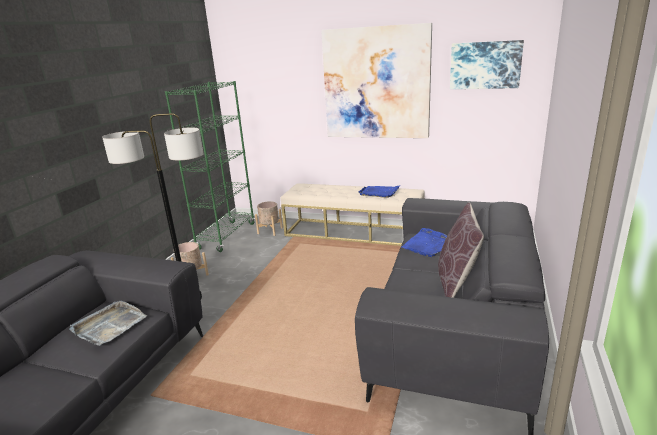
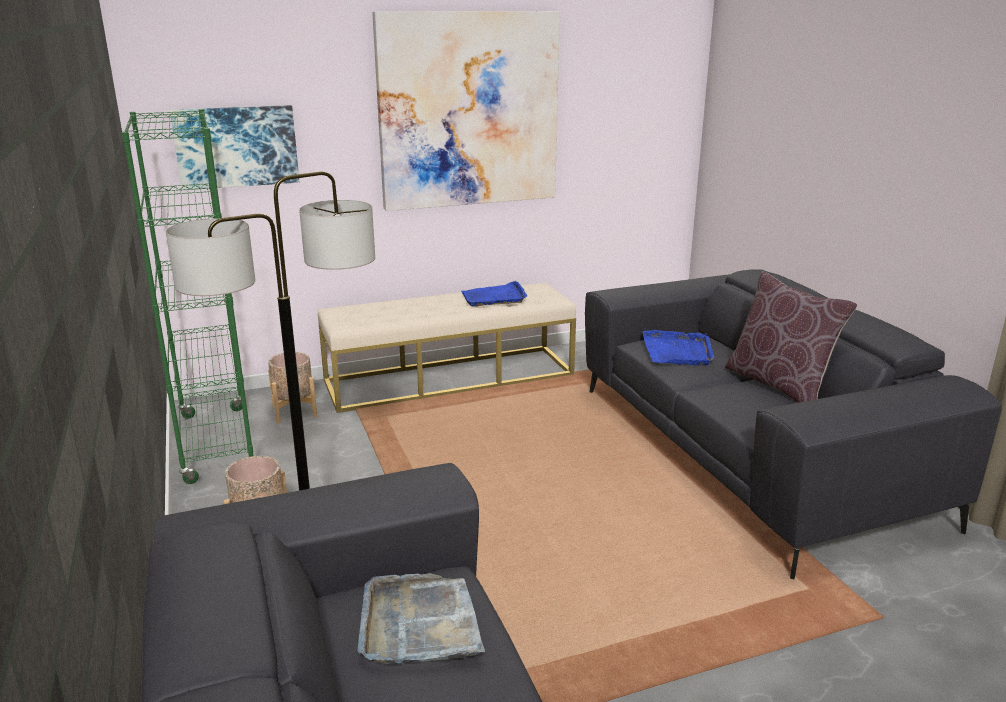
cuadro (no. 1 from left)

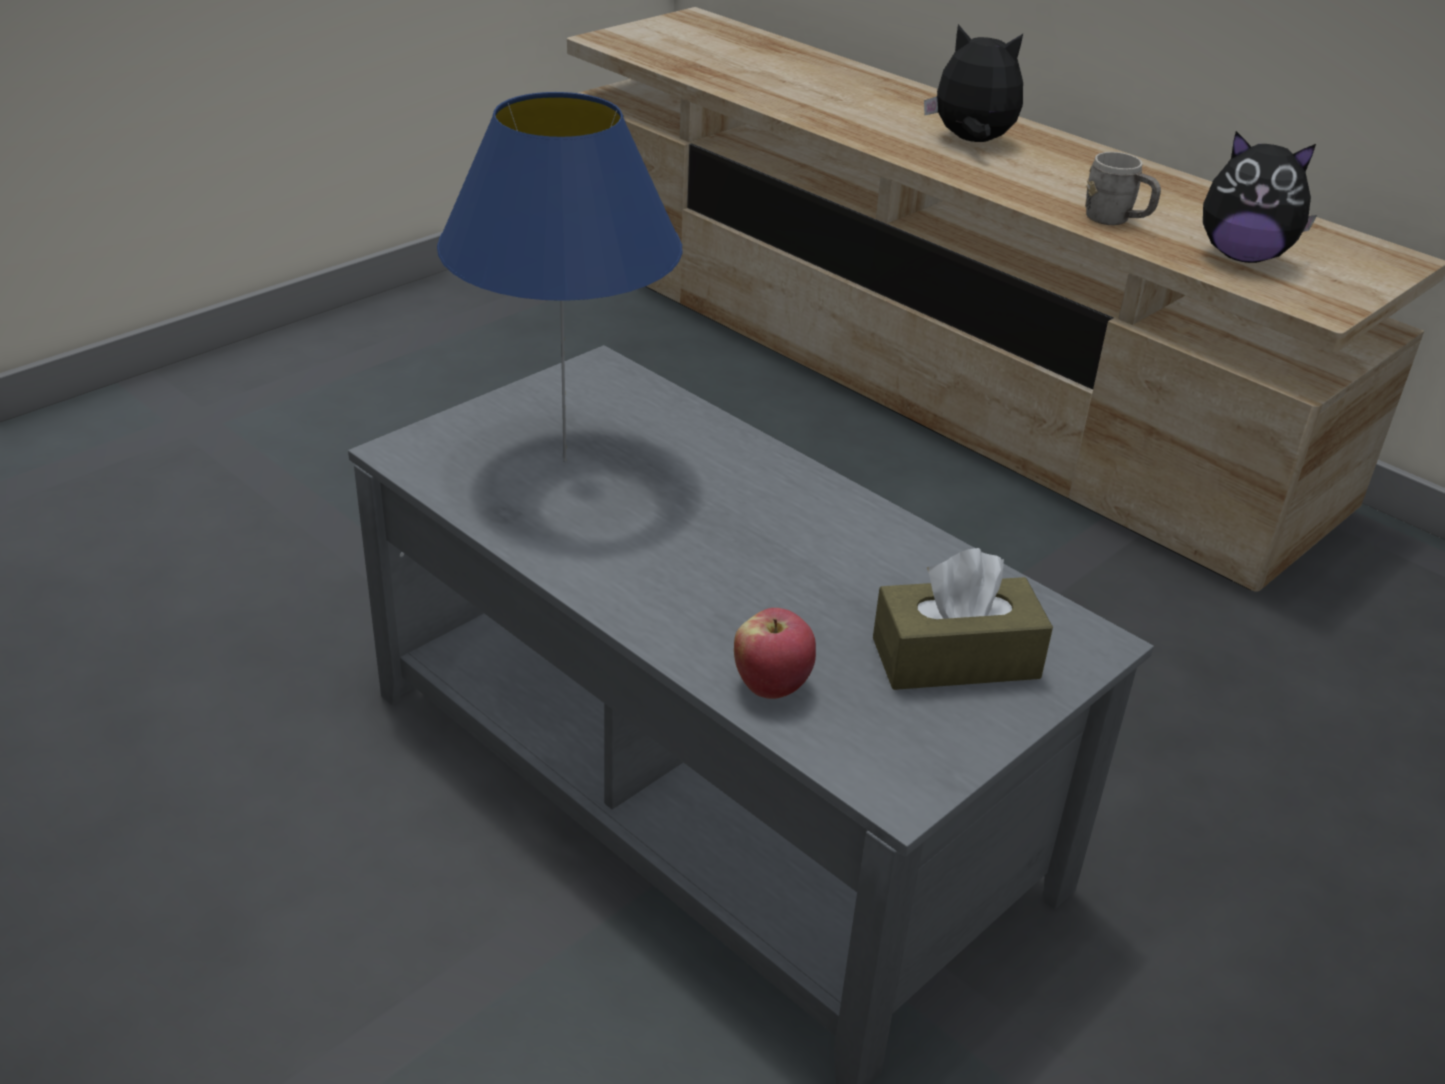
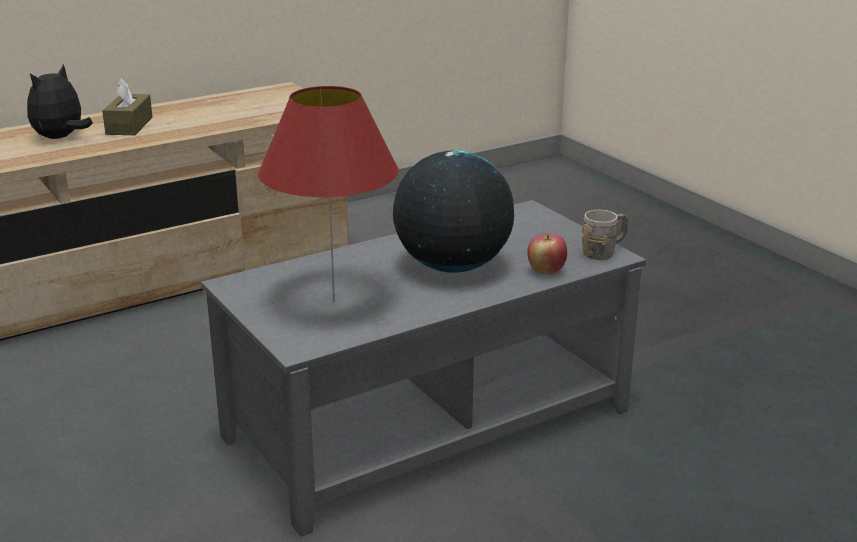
peluche (no. 2 from left in the first image); globo terráqueo; caja de pañuelos (marrón); taza grande (gris); lámpara de mesa (rojo)

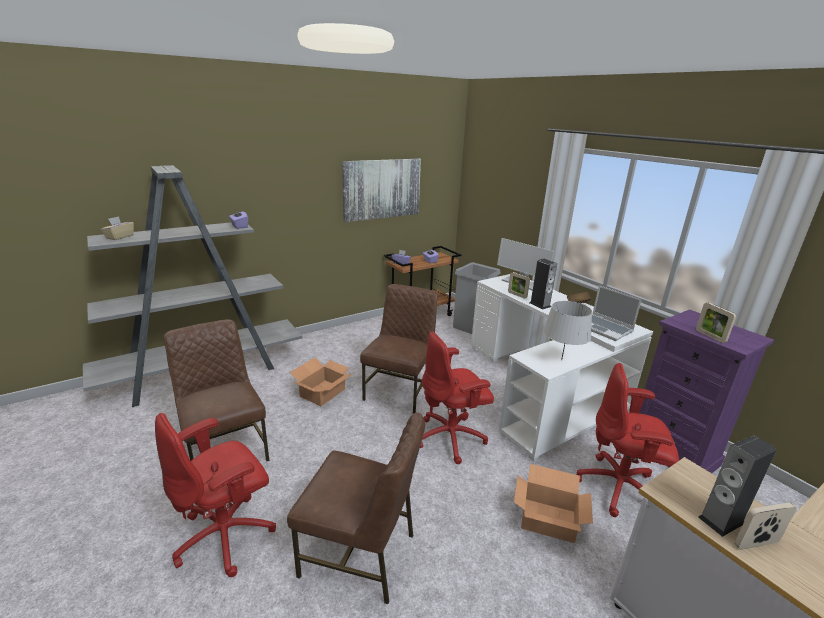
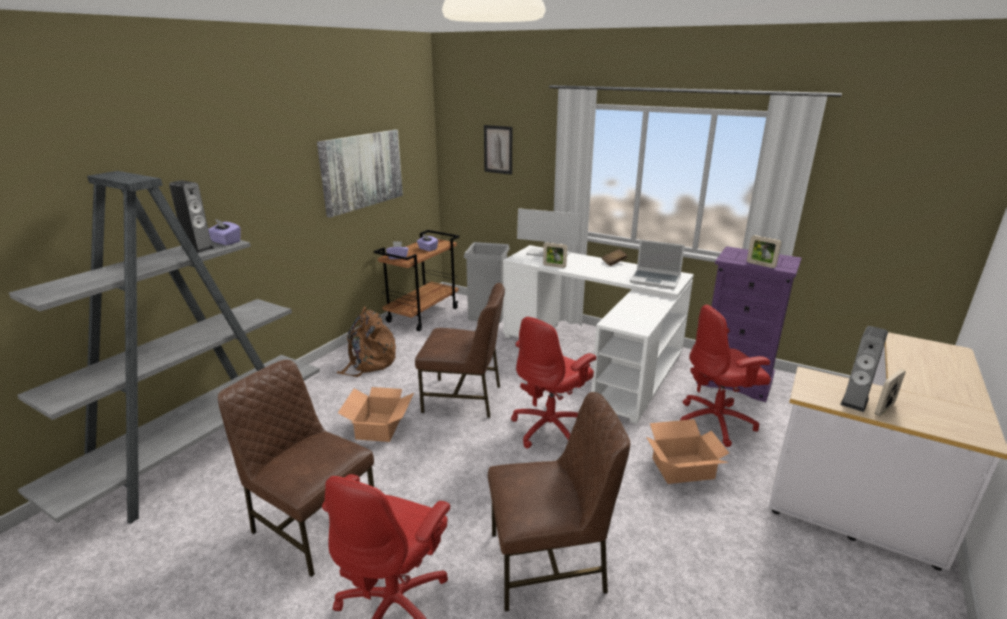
caja de pañuelos (beis); lámpara de mesa (gris); mochila (marrón); cuadro (no. 2 from left); altavoz (no. 1 from left); silla (marrón) (no. 2 from left)

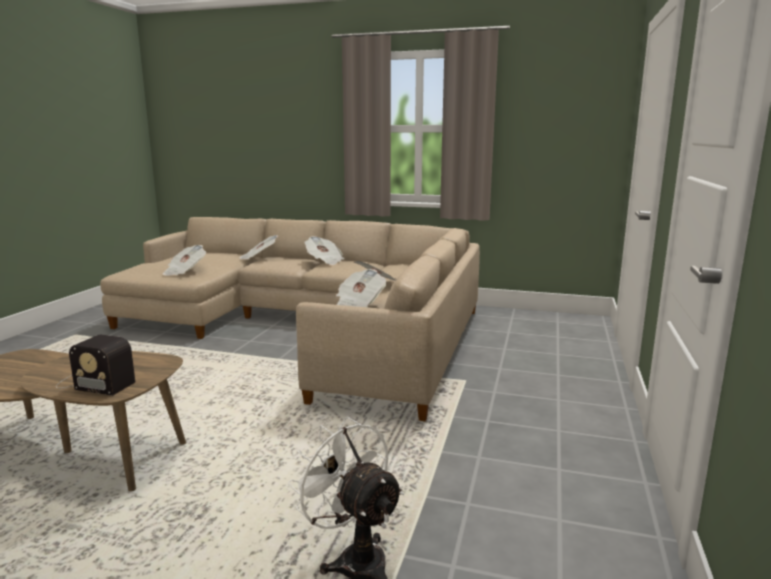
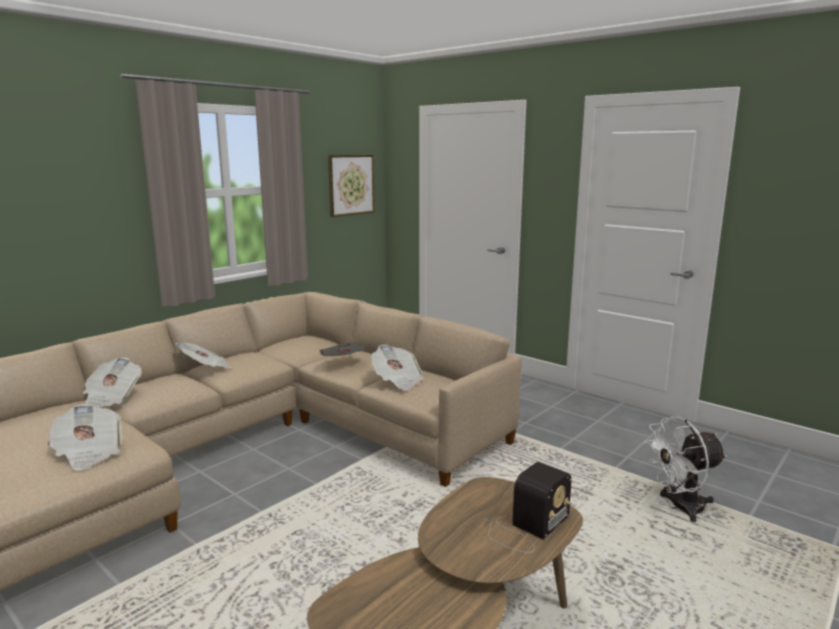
cuadro

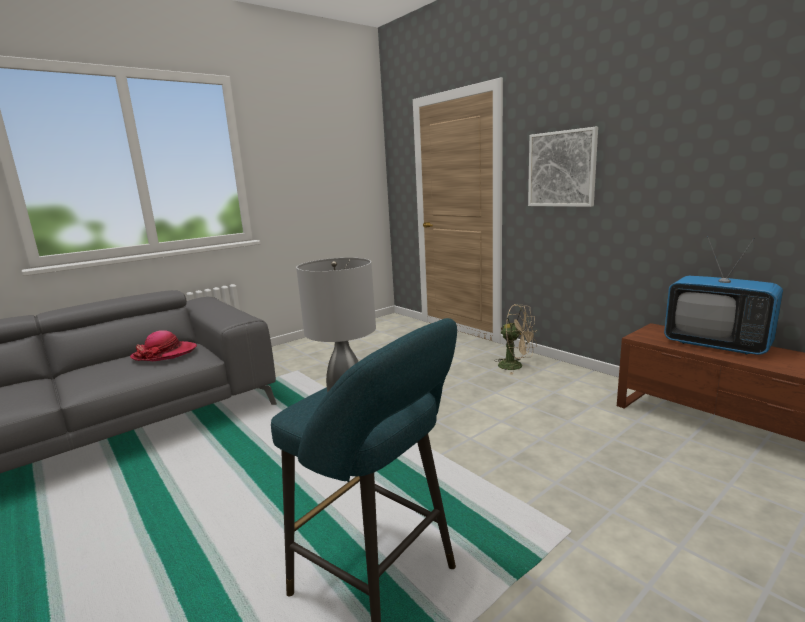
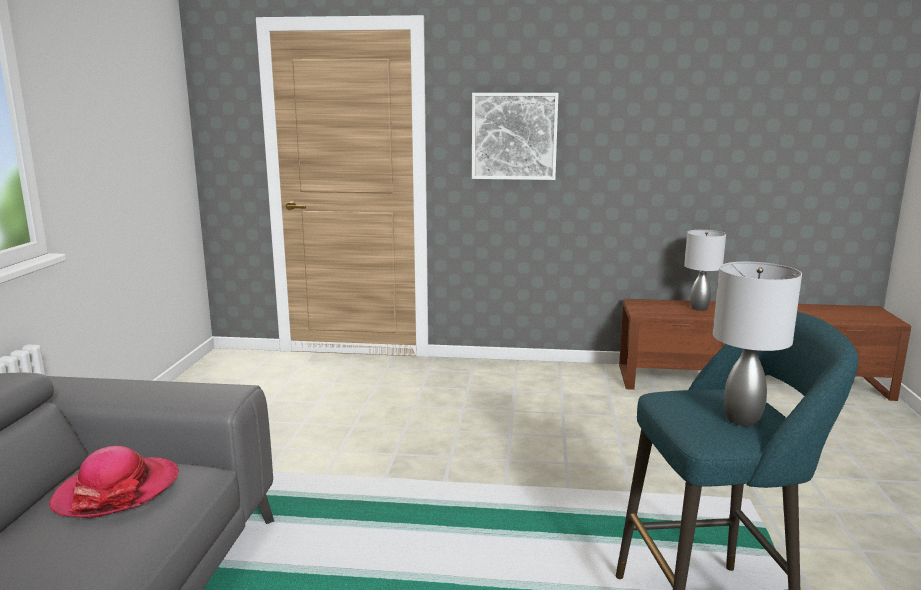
ventilador (beis); lámpara de mesa (gris) (no. 1 from left)

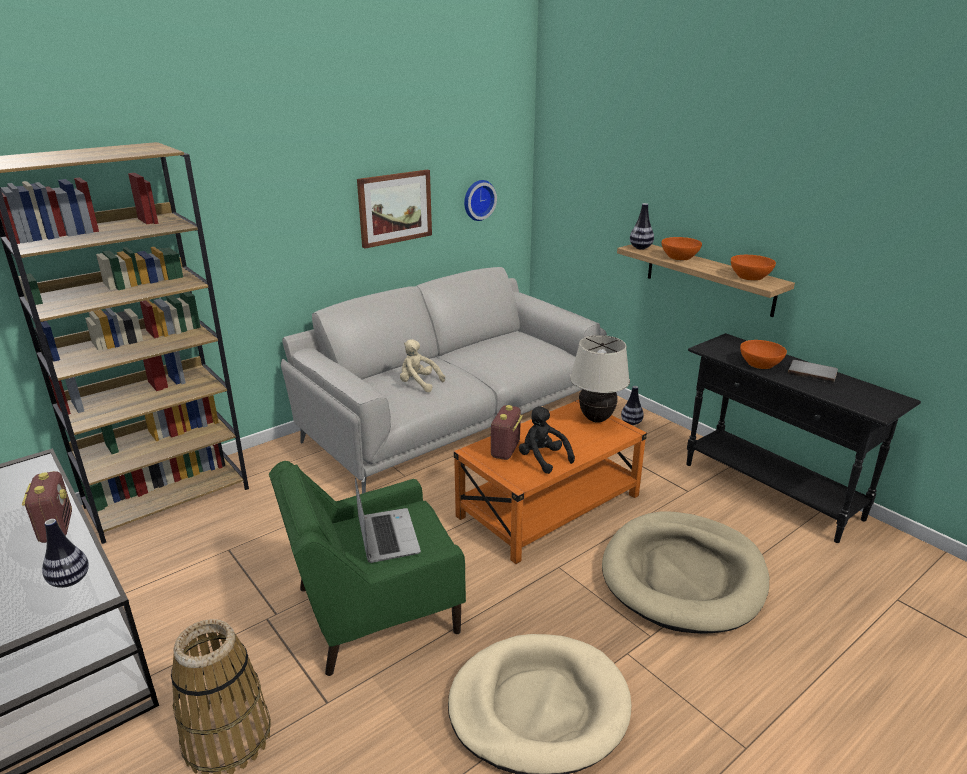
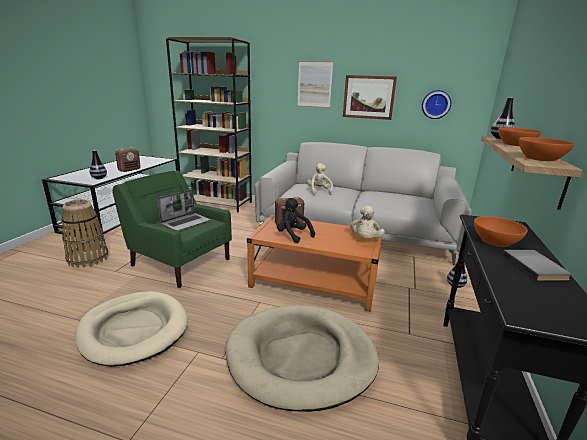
cuadro (no. 1 from left); peluche (beis) (no. 2 from left); peluche (negro)

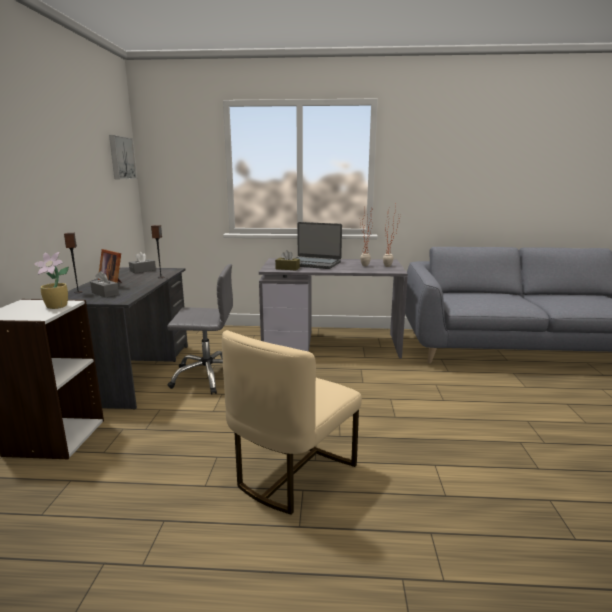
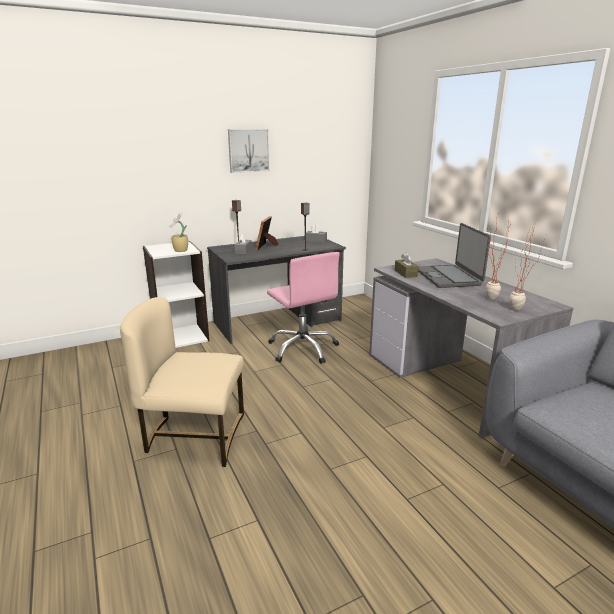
cuadro; silla de oficina (rosa)

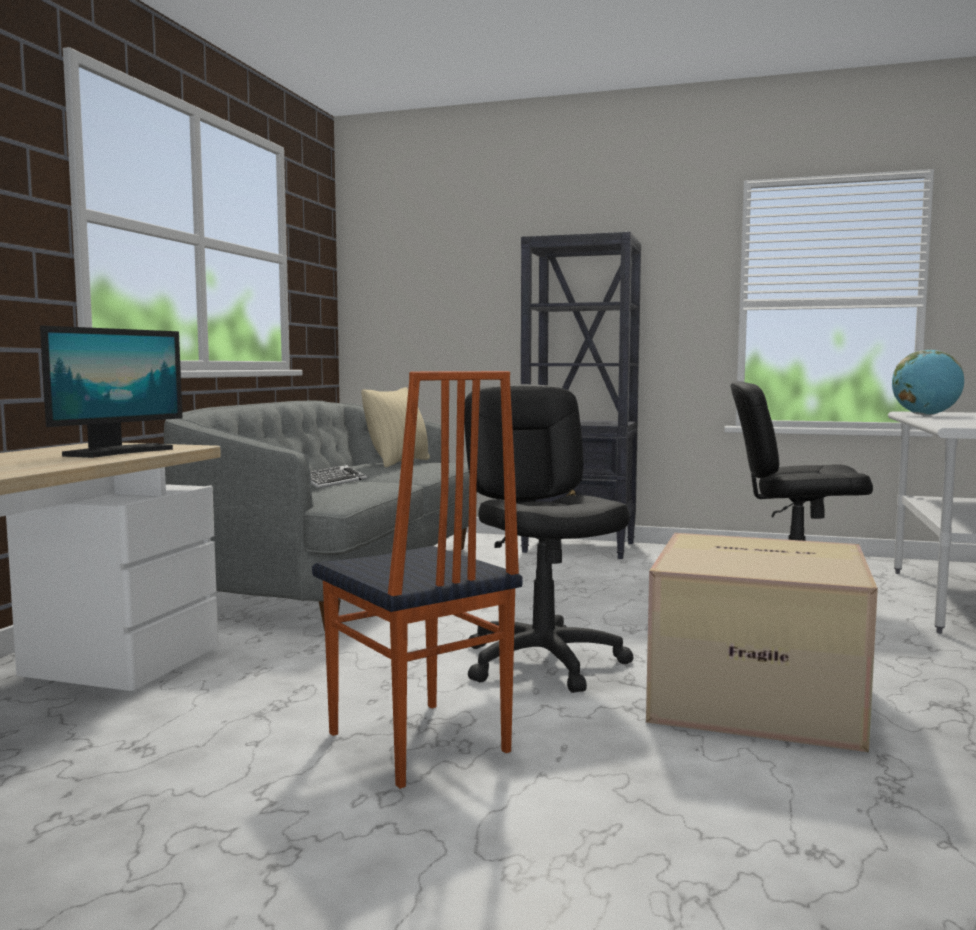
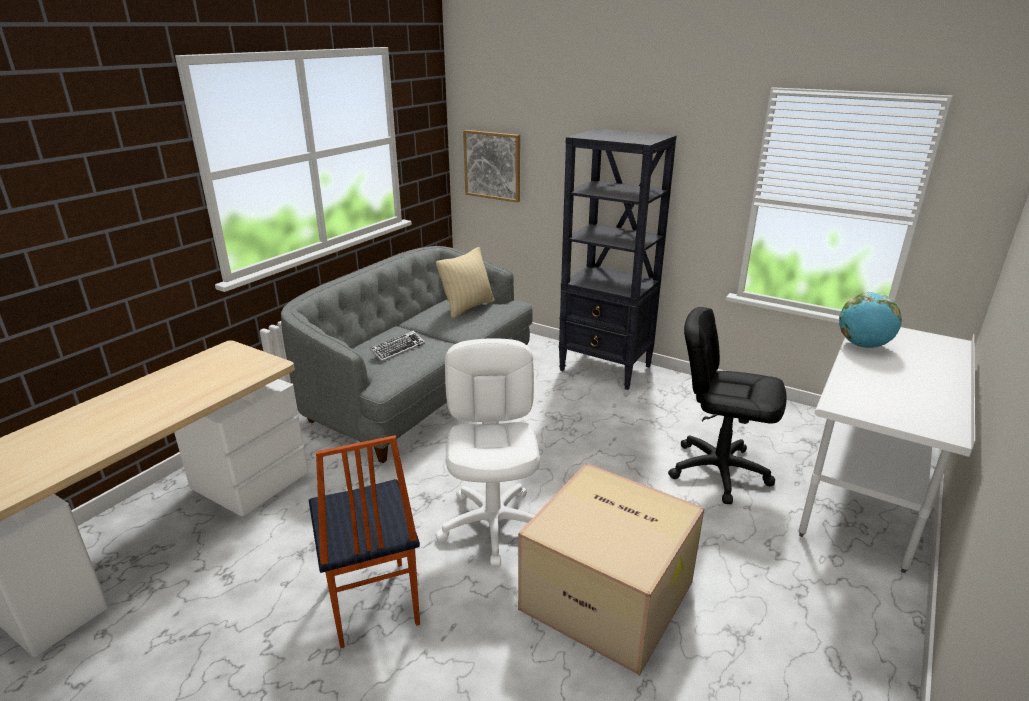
monitor; cuadro; silla de oficina (blanco)

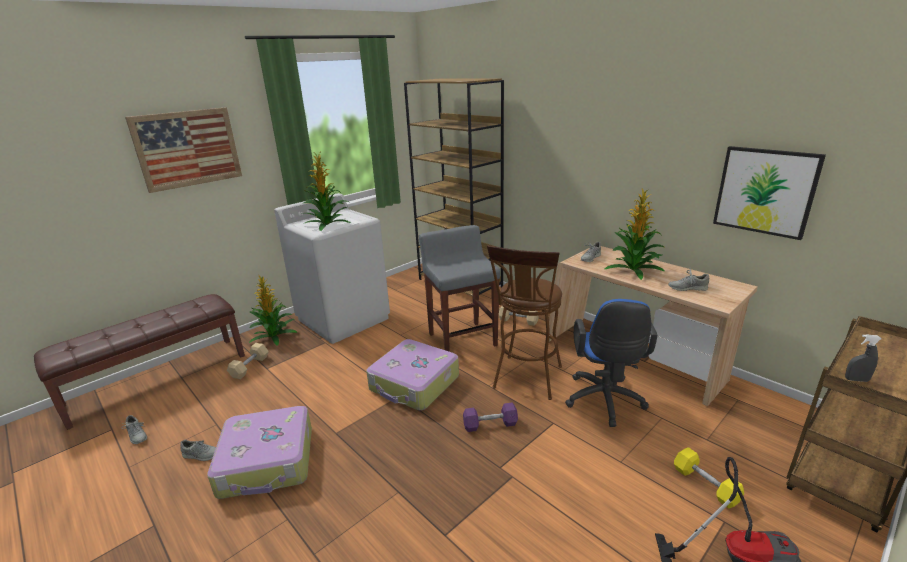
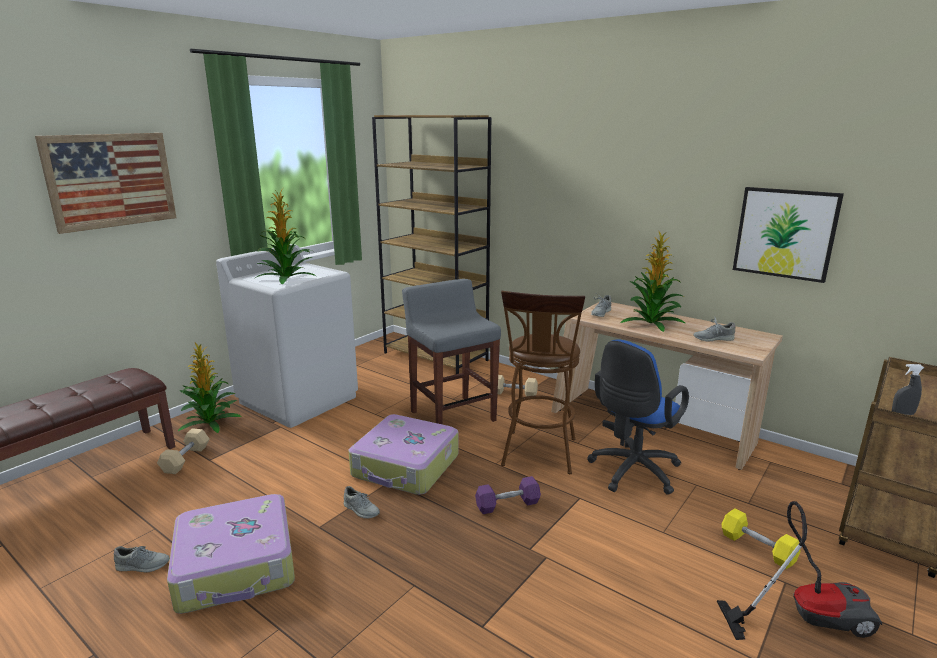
zapato (gris) (no. 2 from left); silla de oficina (azul)

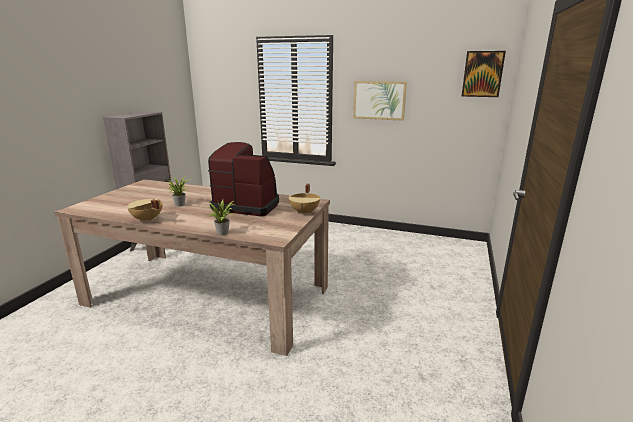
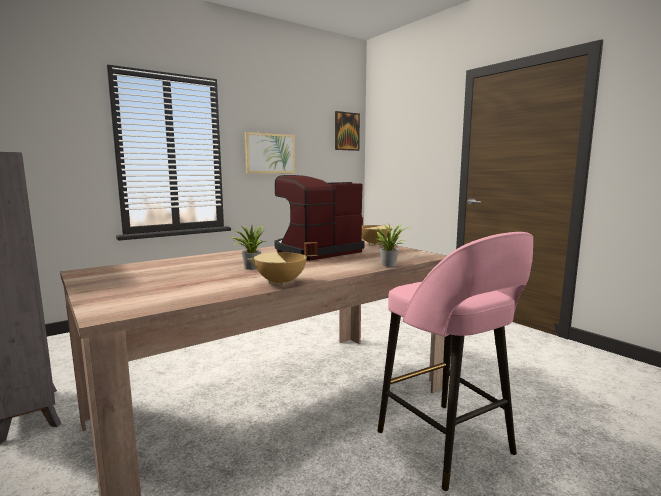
taburete (rosa)

